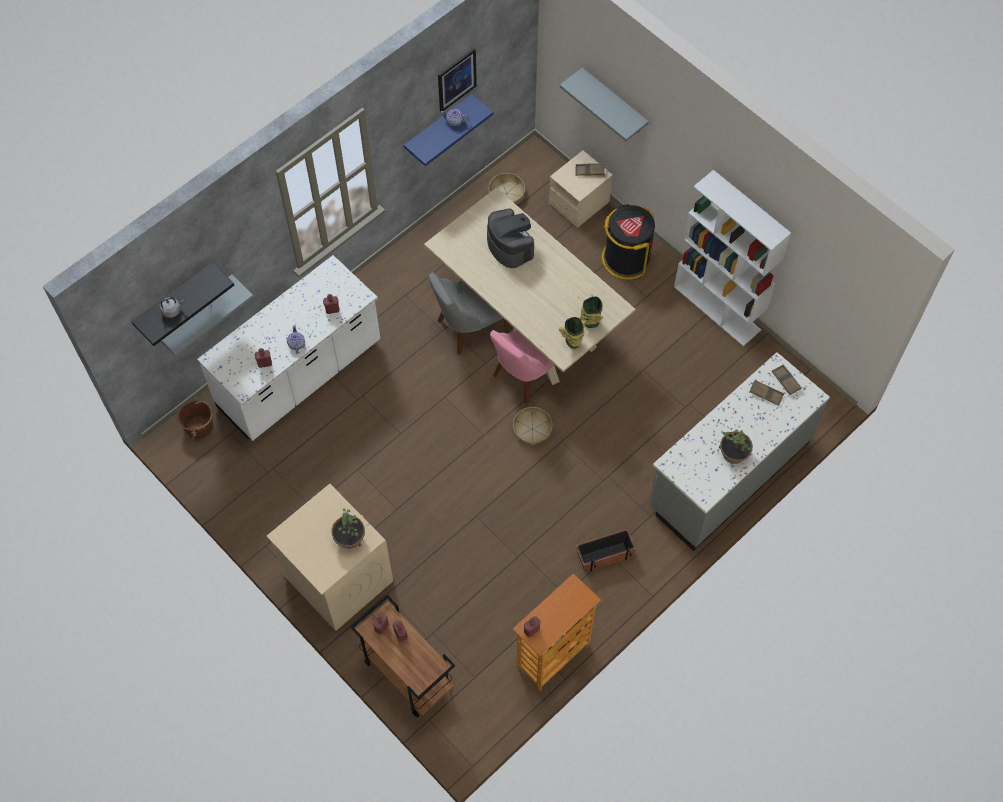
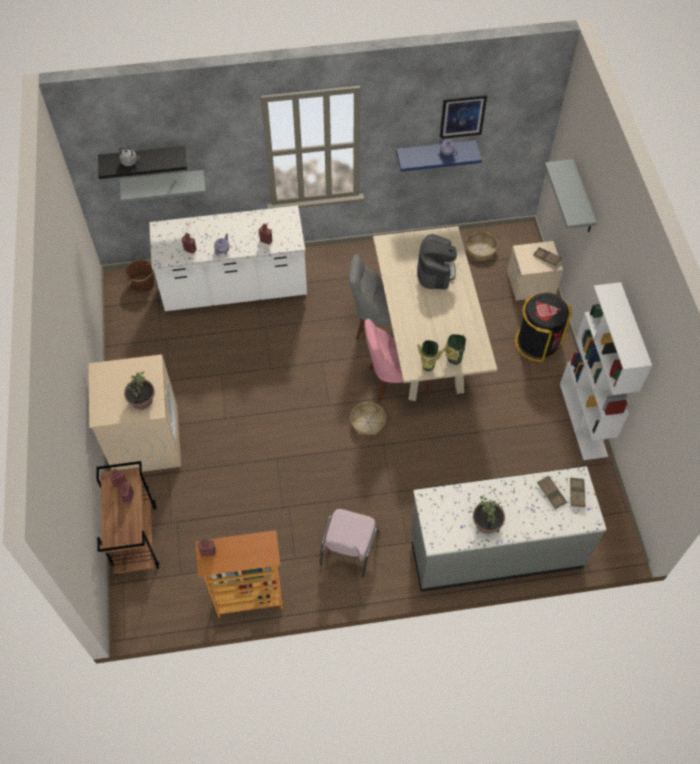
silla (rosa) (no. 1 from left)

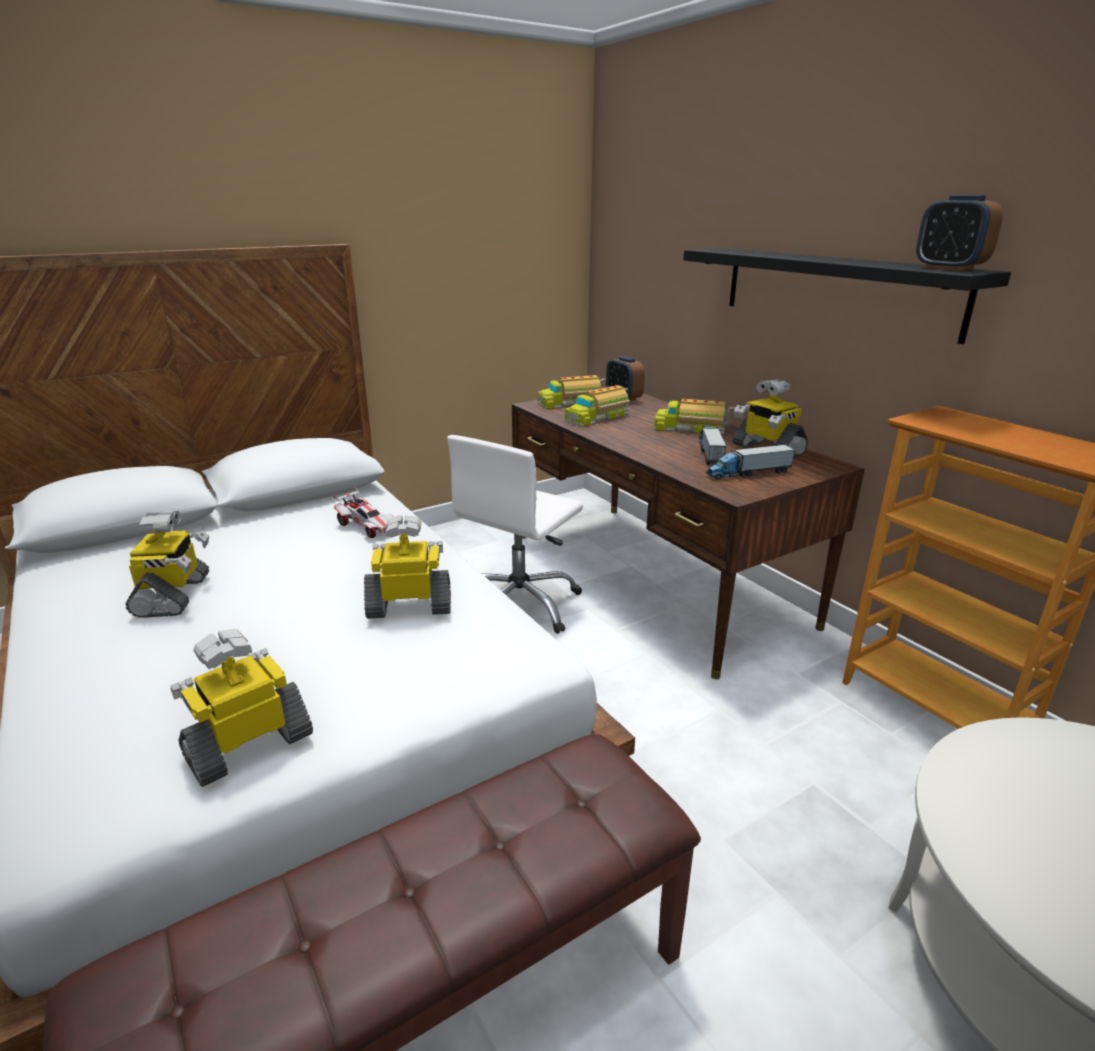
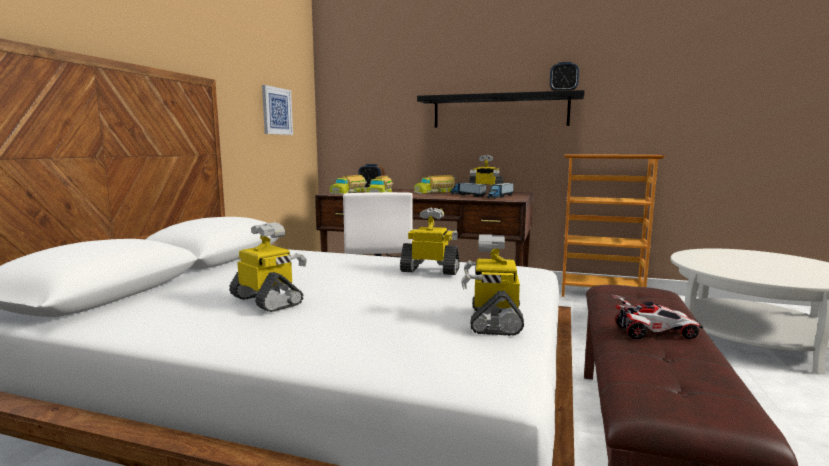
cuadro; coche de juguete; robot de juguete (no. 2 from left)

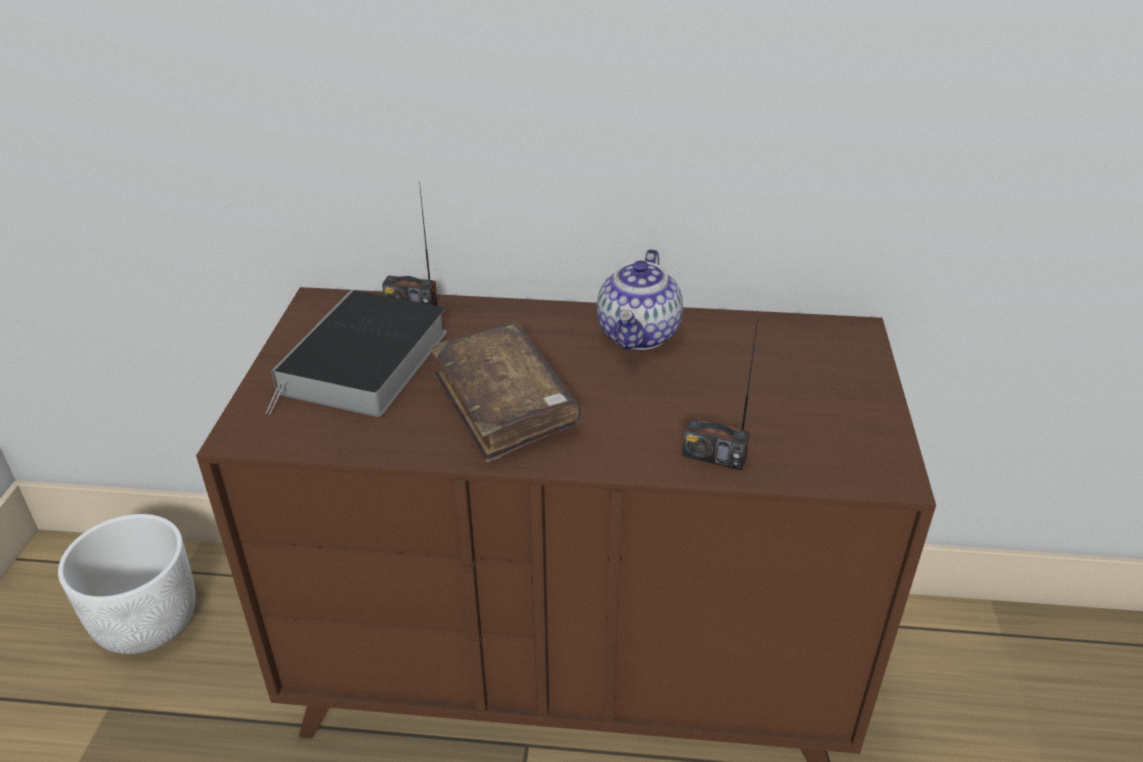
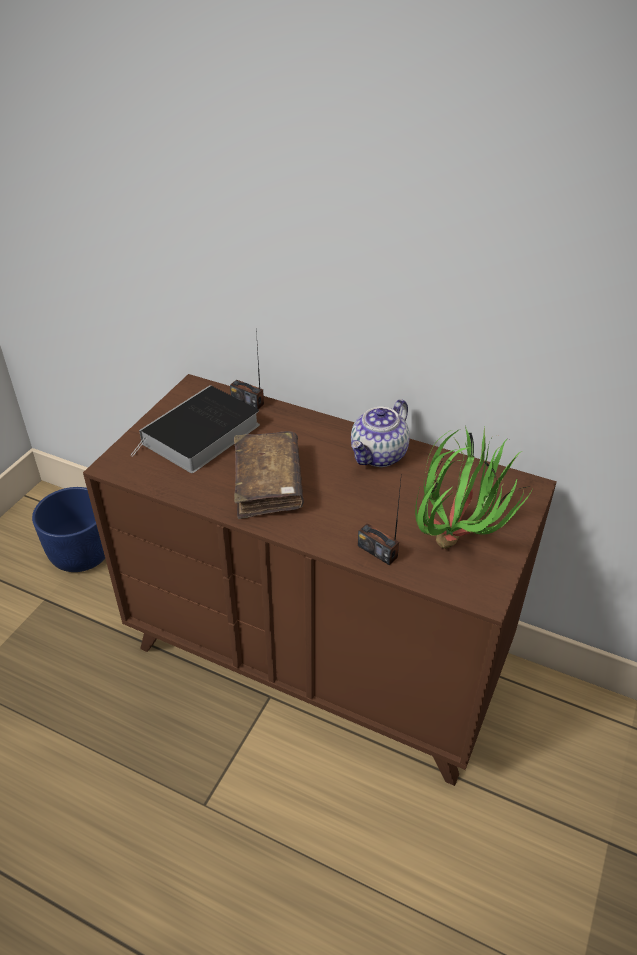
planta en maceta; maceta (azul)

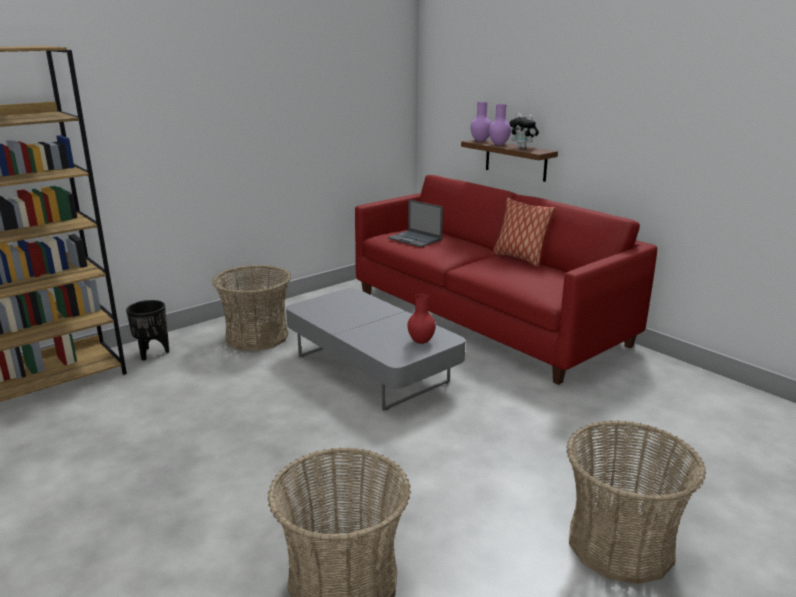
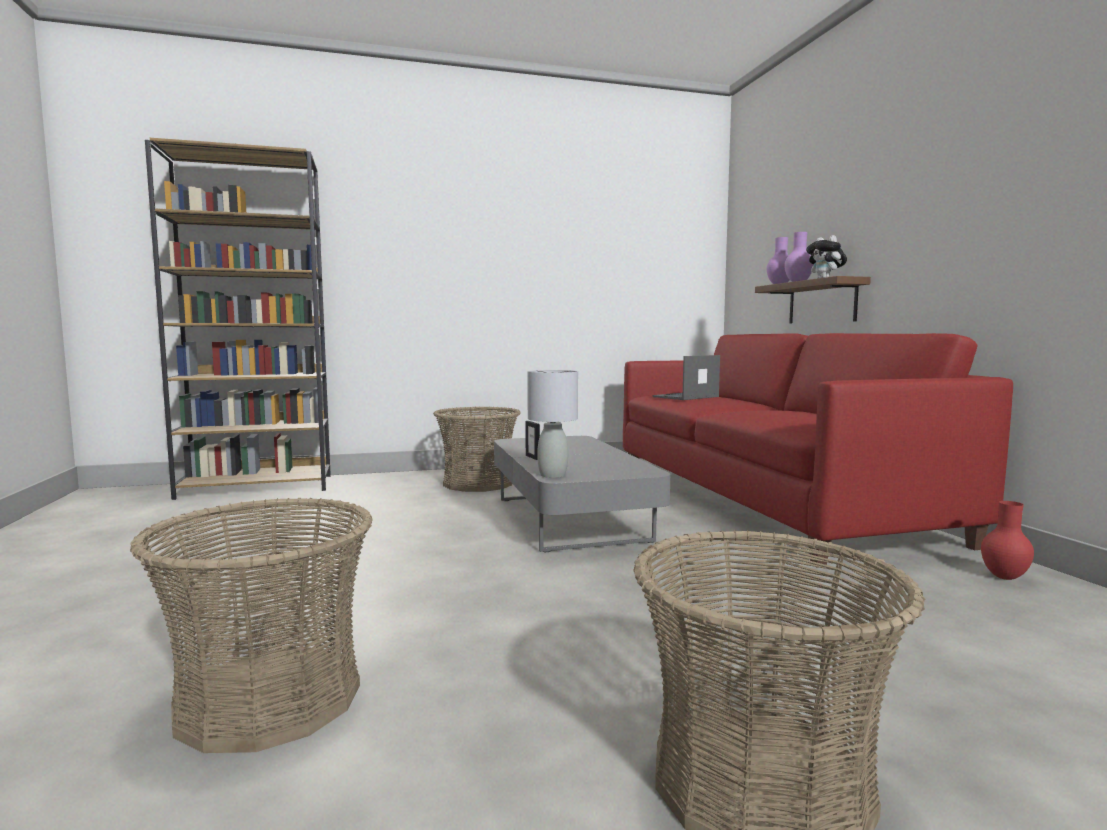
maceta (negro); cojín; portarretratos; lámpara de mesa (gris); florero (rojo); portátil

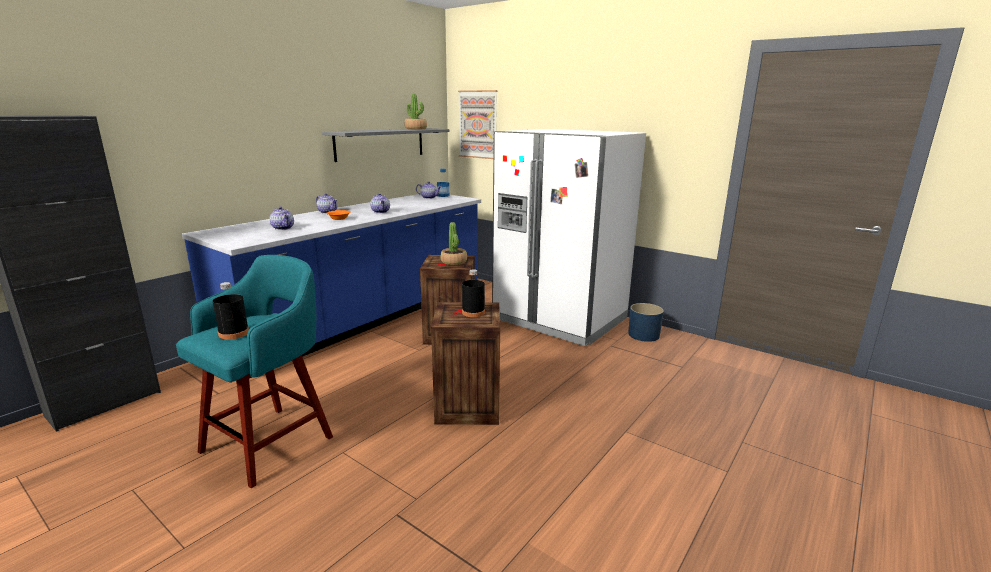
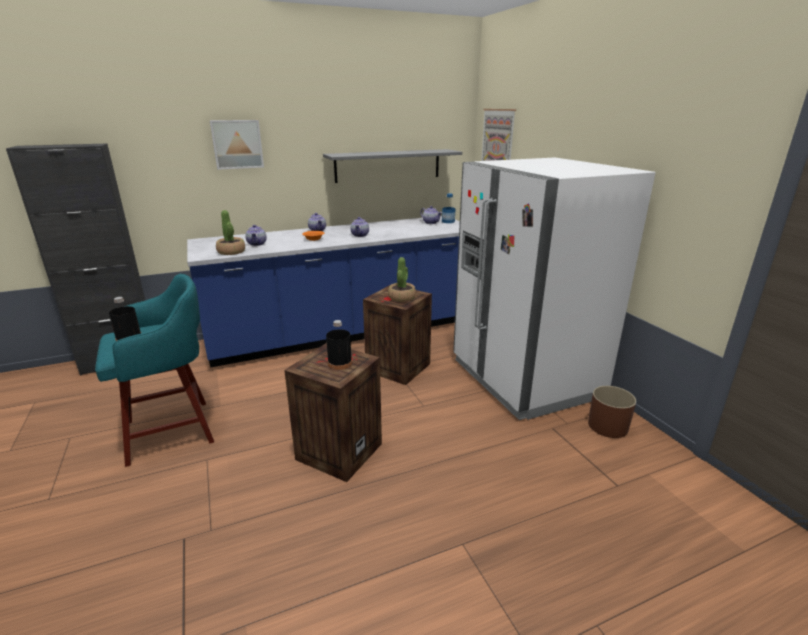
cuadro (no. 1 from left); planta en maceta (no. 1 from left); maceta (marrón)

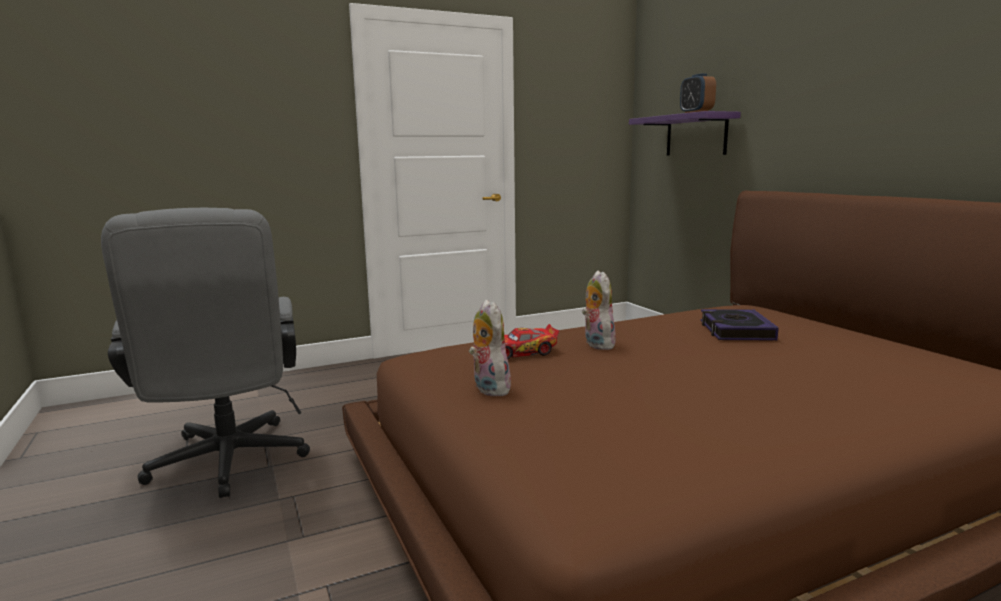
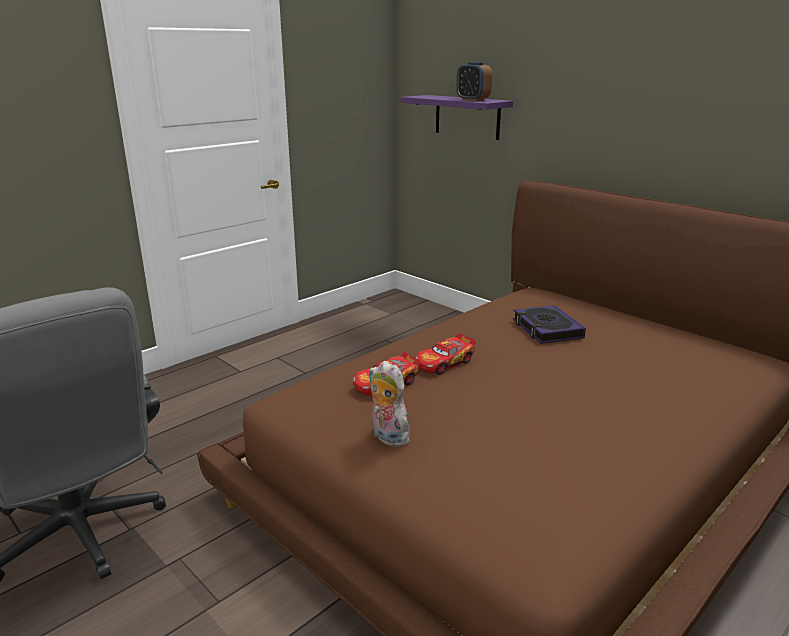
coche de juguete (no. 2 from left)

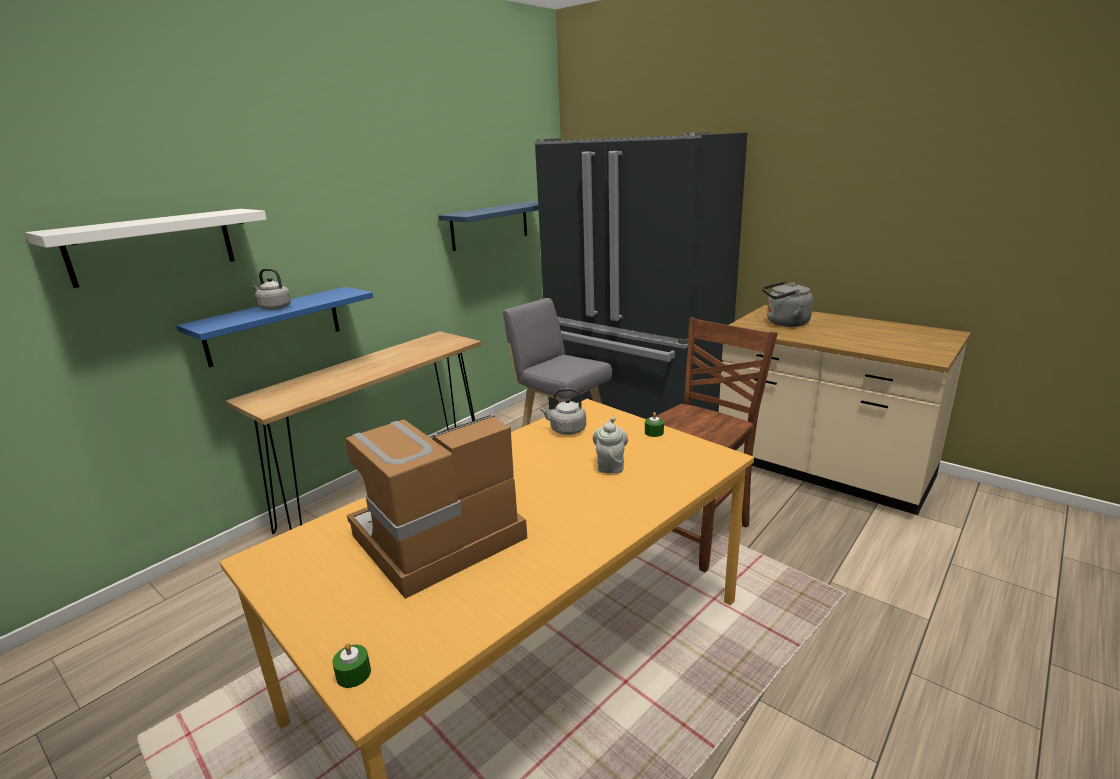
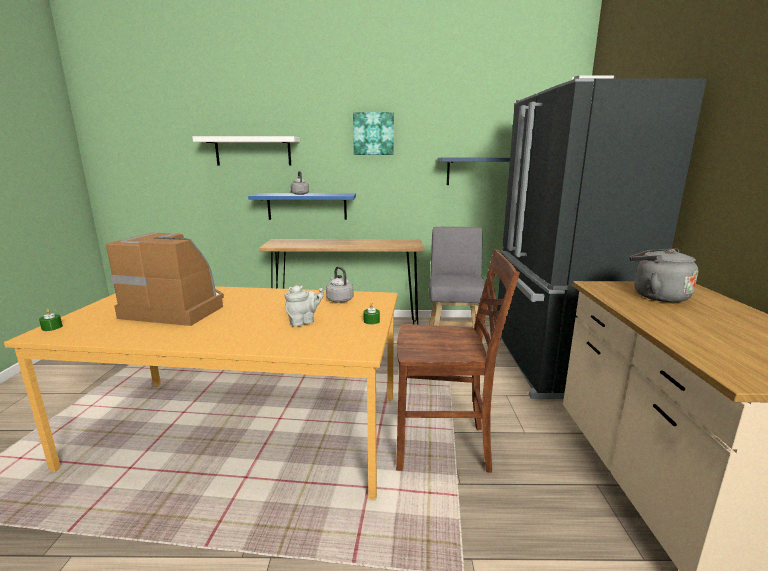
cuadro

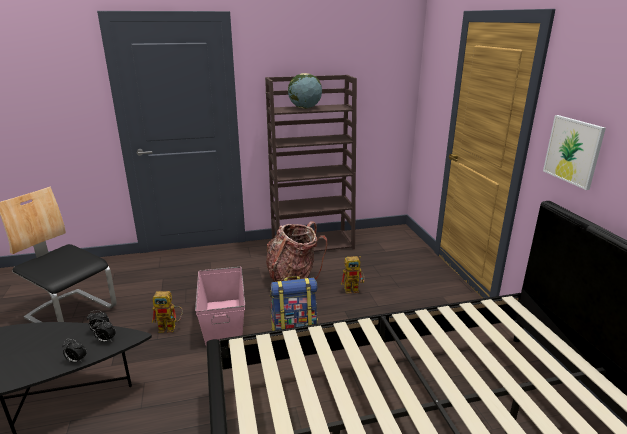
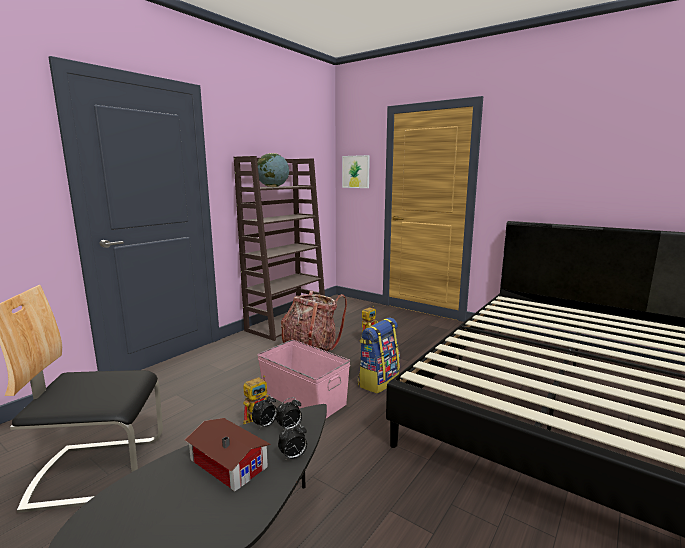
casita; cuadro

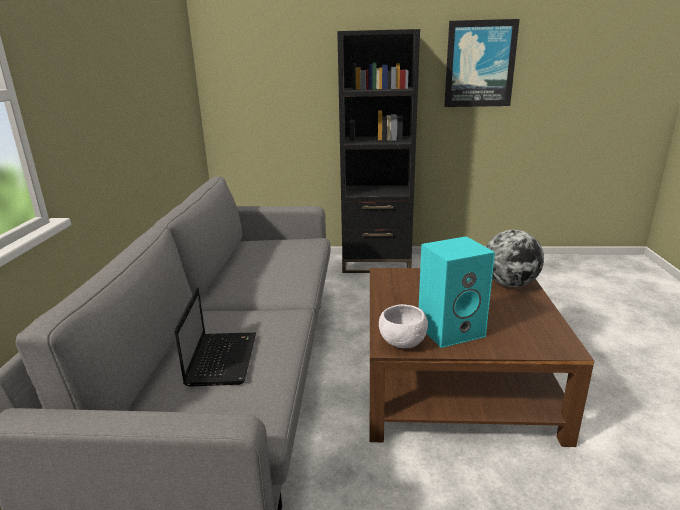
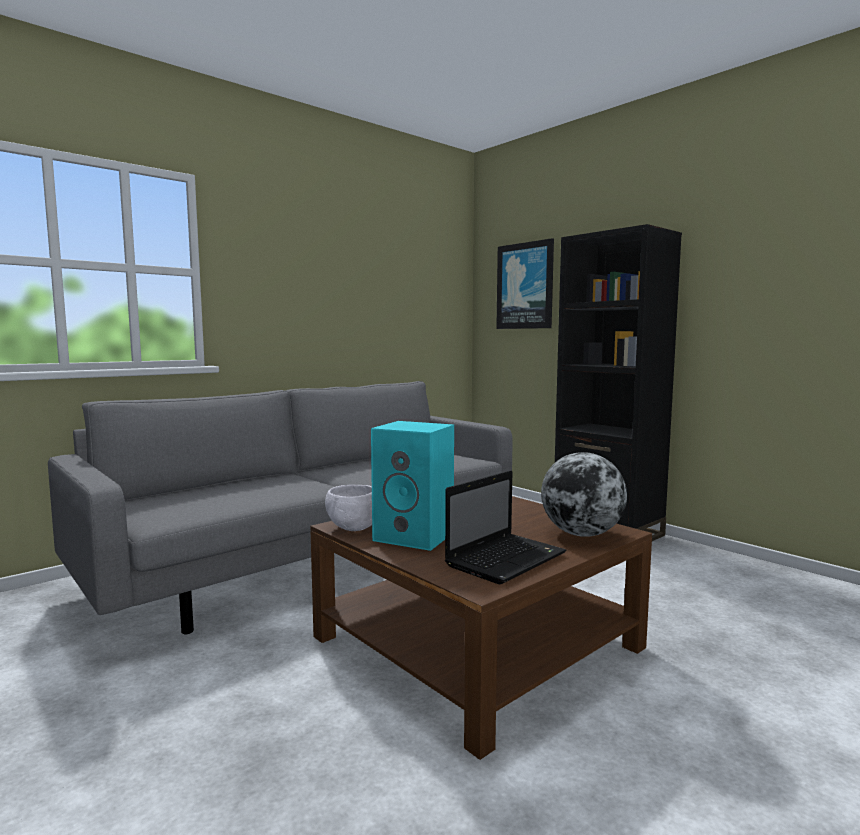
portátil; cuadro

